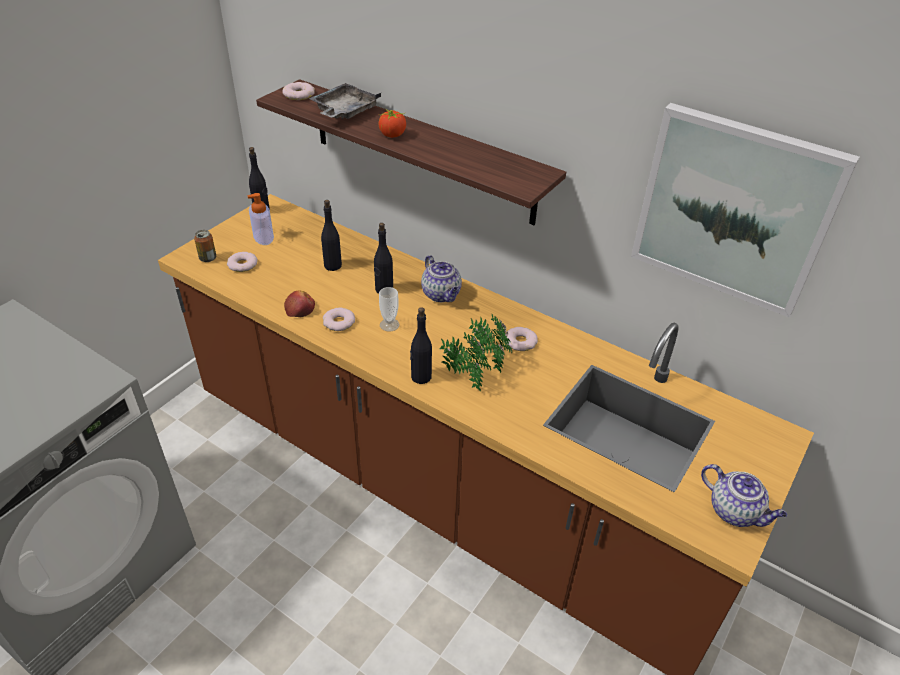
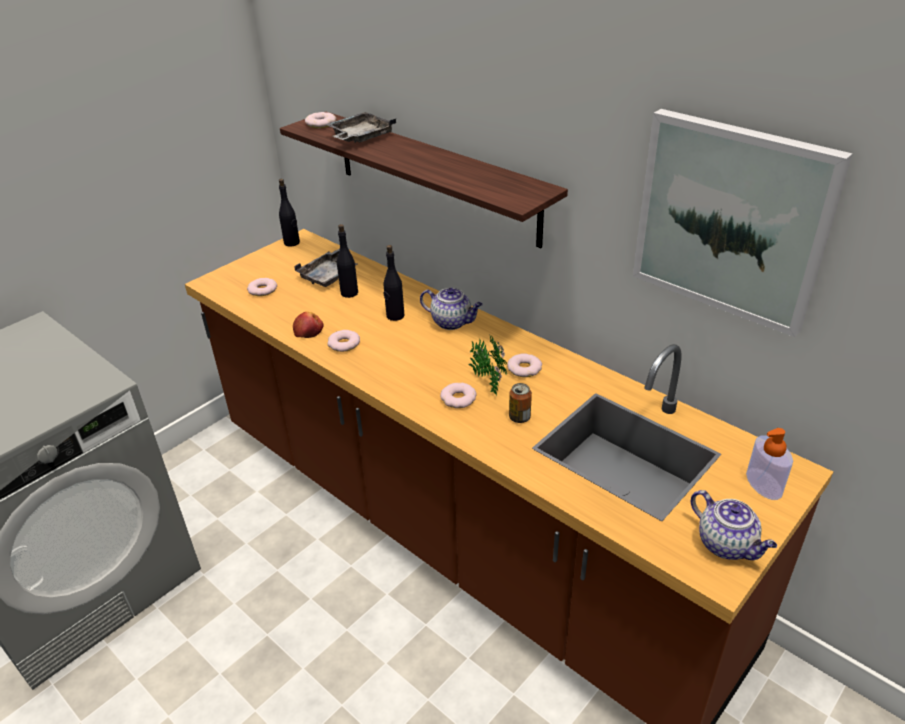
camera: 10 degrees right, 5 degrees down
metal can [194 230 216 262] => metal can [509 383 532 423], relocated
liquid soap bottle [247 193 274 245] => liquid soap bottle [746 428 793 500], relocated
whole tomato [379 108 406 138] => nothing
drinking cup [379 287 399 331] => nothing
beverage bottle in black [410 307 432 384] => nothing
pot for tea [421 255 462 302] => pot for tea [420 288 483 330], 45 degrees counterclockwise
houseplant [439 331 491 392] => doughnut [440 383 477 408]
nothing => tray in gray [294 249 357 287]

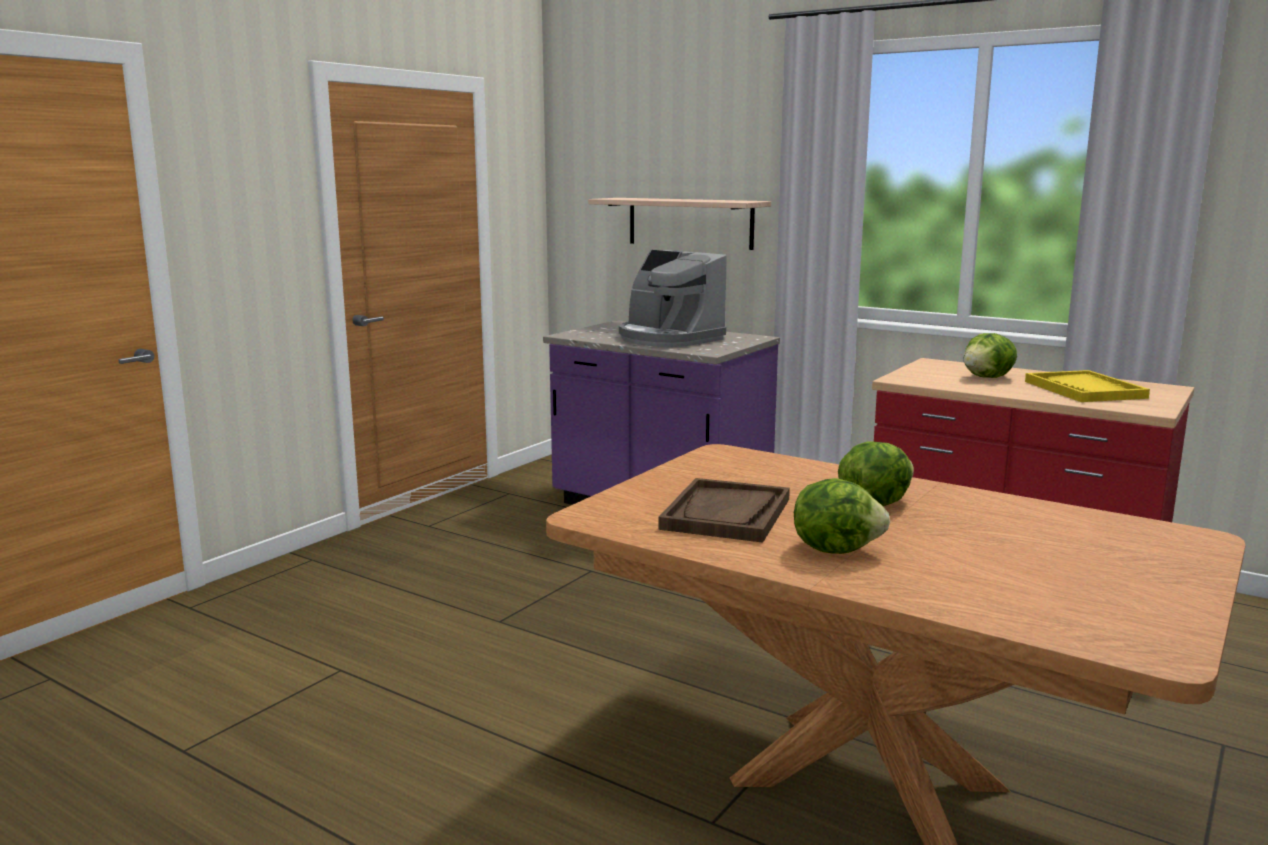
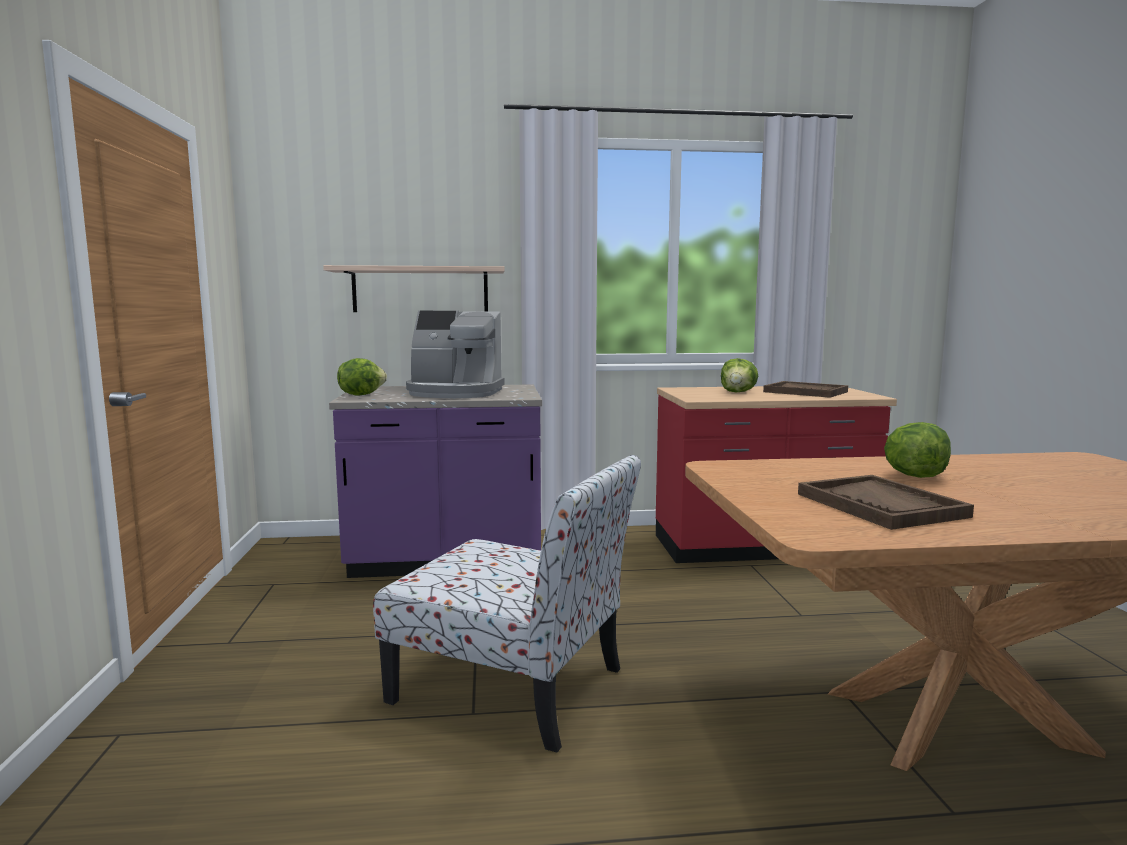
camera: 40 degrees left, 5 degrees down
lettuce [794 478 890 554] => lettuce [337 358 387 395], relocated
tray in yellow-coloured [1025 370 1150 402] => tray in brown-coloured [763 381 848 398]
nothing => chair [373 455 641 753]

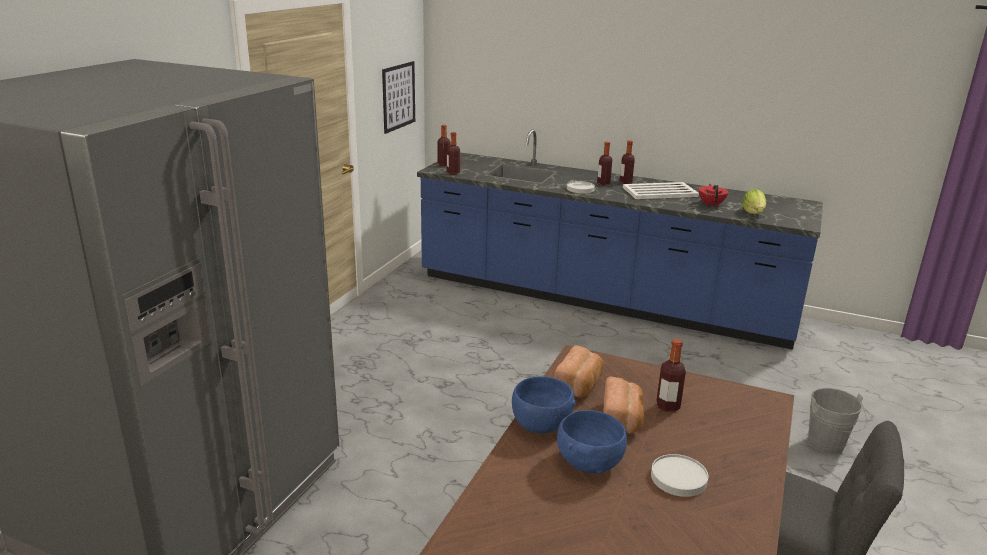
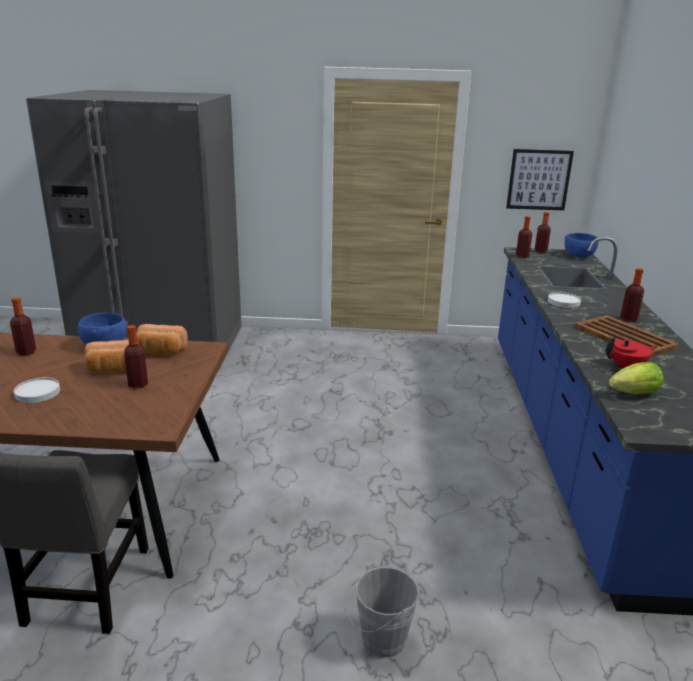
camera: 70 degrees right, 0 degrees up
serving bowl in blue-coloured [557 410 627 474] => serving bowl in blue-coloured [565 233 598 258], relocated
beverage bottle [597 142 612 186] => beverage bottle [10 297 36 355], relocated
tray in whitish [623 182 699 199] => tray in brown-coloured [575 315 679 358]

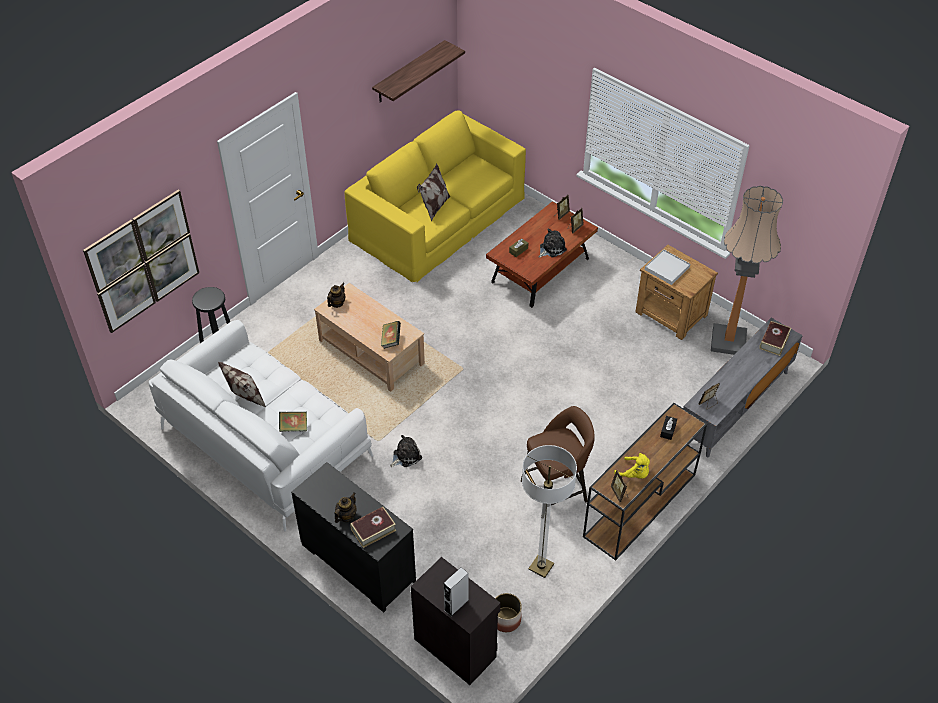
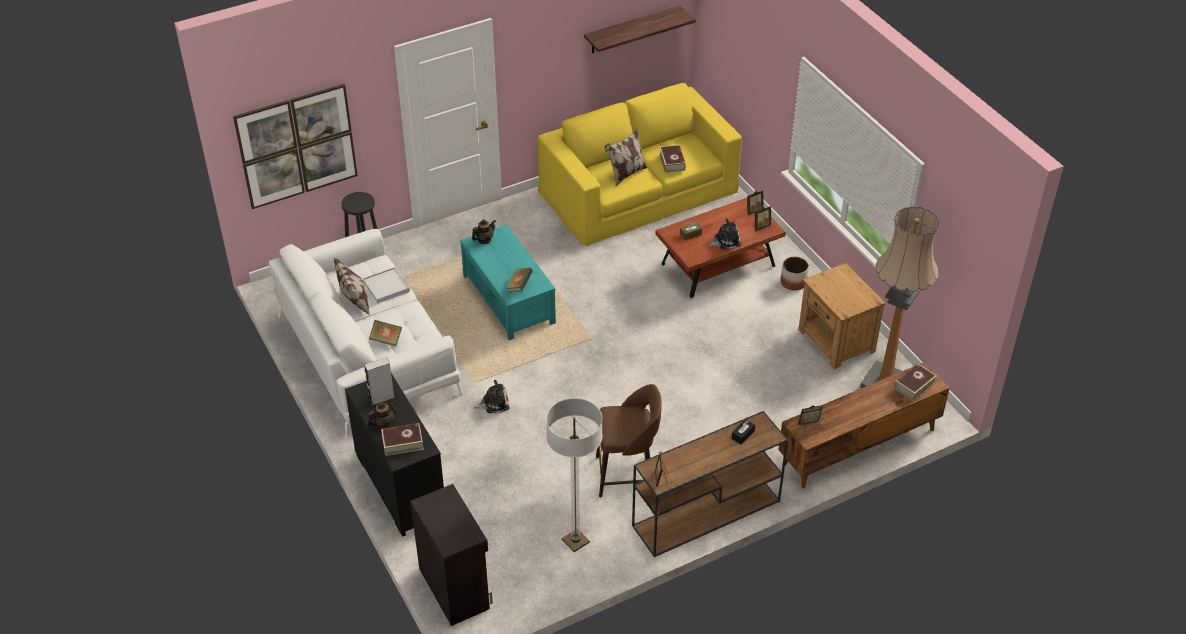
camera: 20 degrees right, 5 degrees down
coffee table in sand-coloured [314 283 425 392] => coffee table in turquoise-coloured [460 224 556 340]
loudspeaker in gray [444 567 469 617] => loudspeaker in gray [364 357 395 406], relocated
flower pot [495 593 522 632] => flower pot [781 257 809 290], relocated
cuddly toy in yellow-coloured [614 453 650 479] => nothing
tray in whitish [645 249 690 285] => tray in whitish [363 267 410 303], relocated
media console in gray [683 318 803 457] => media console in brown-coloured [779 362 949 489]
nothing => bound book [659 145 686 173]

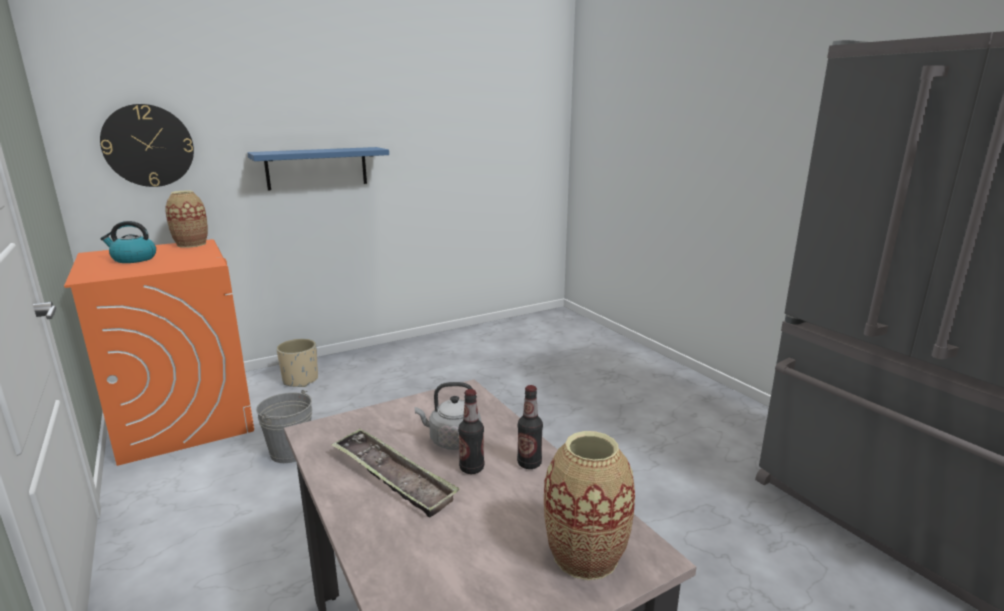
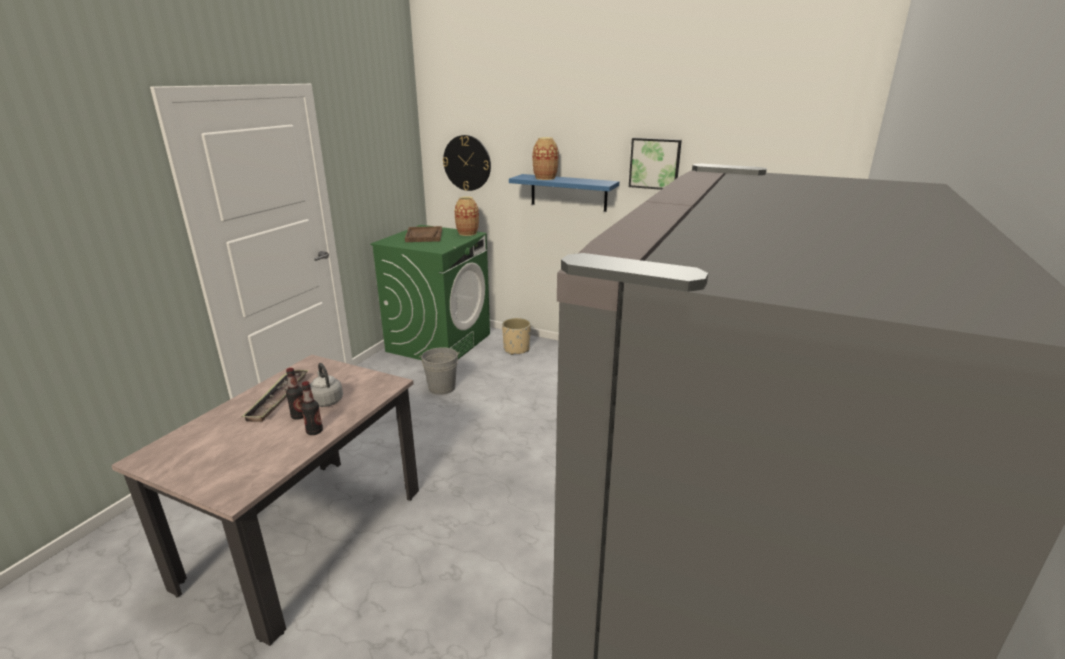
camera: 55 degrees right, 5 degrees up
washing machine in orange [64 239 254 466] => washing machine in greenish [370 225 490 360]
tea kettle [100 221 156 263] => tray in brown-coloured [405 226 442 242]
decorative vase [544 431 635 580] => decorative vase [533 137 559 180], relocated
nothing => picture [629 138 682 190]

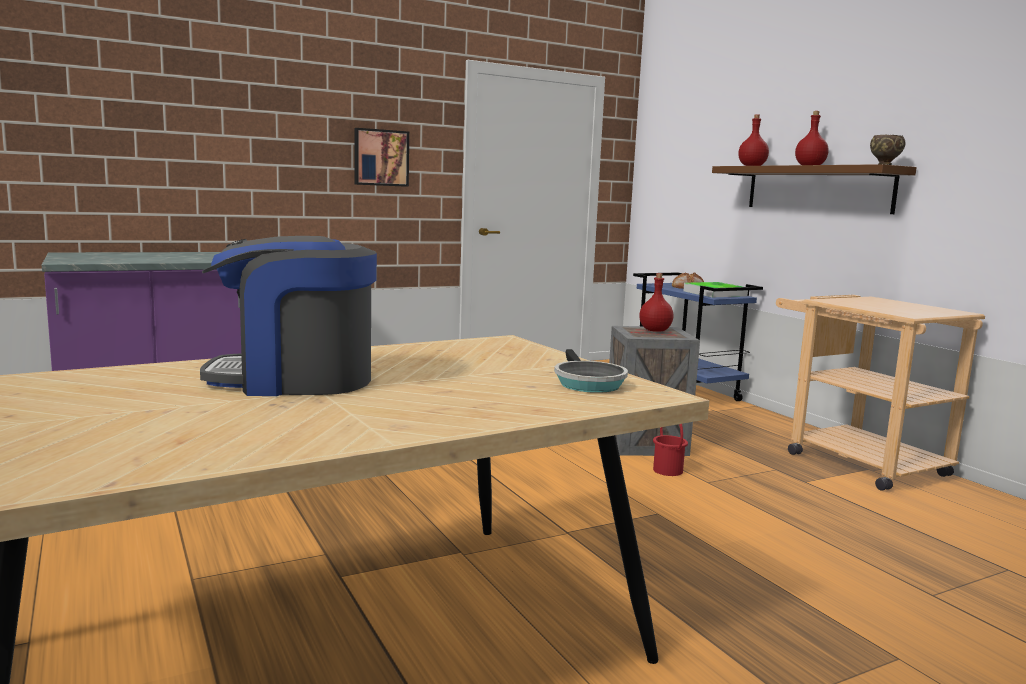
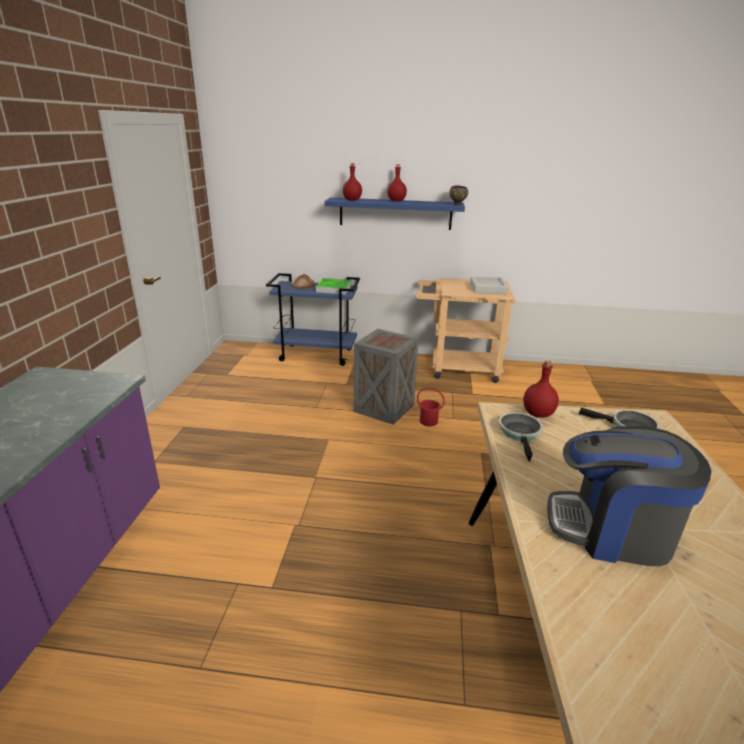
camera: 55 degrees left, 15 degrees up
coffee machine [200 236 377 396] => coffee machine [547 426 711 566], 75 degrees clockwise
picture [354 128 409 187] => nothing
beverage bottle in red [639 273 673 332] => beverage bottle in red [523 360 559 418], relocated
shelf in brown-coloured [712 164 917 214] => shelf in blue-coloured [324 197 465 230]
nothing => tray in gray [470 277 508 294]
nothing => pan [499 412 543 462]

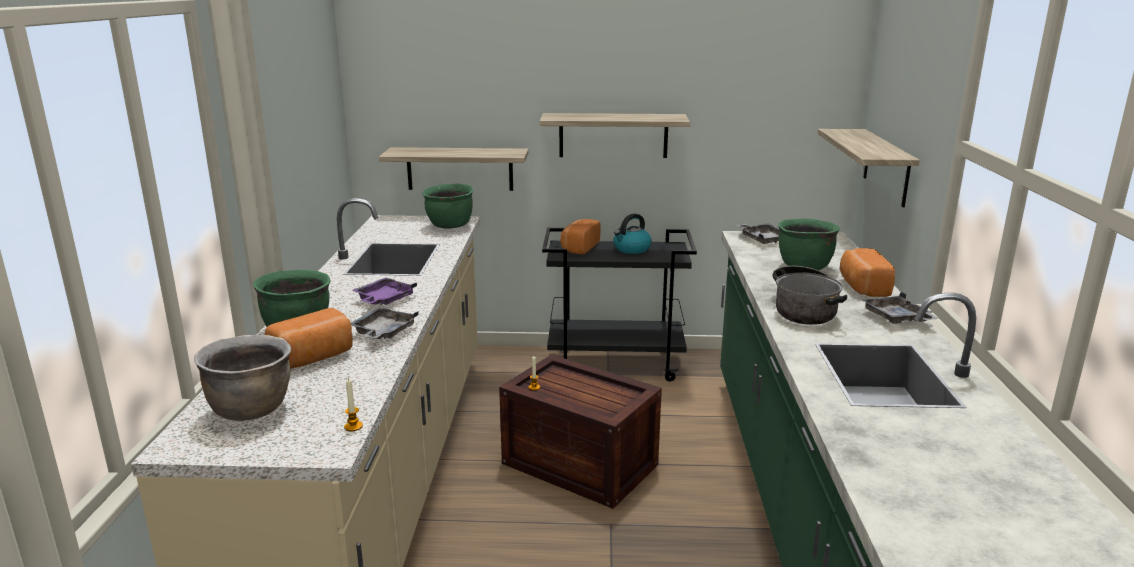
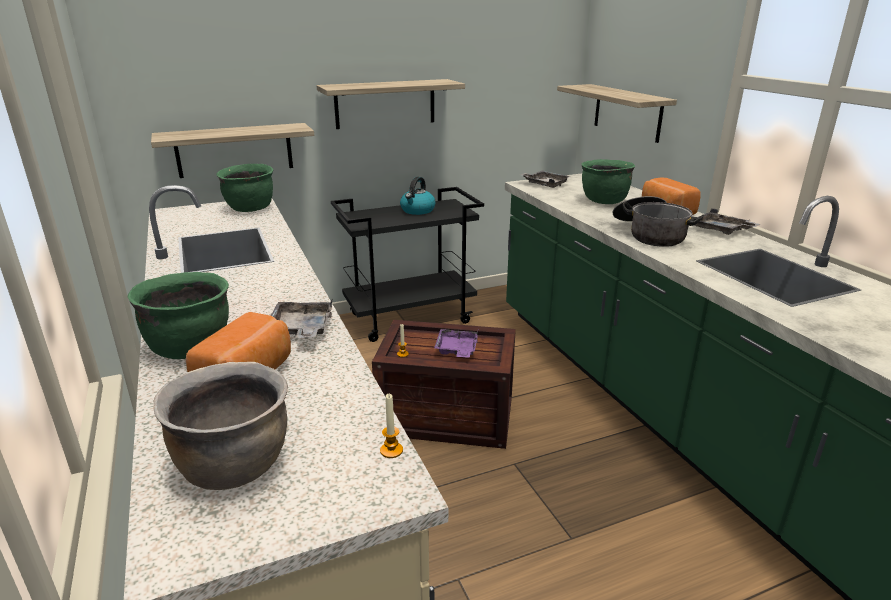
camera: 25 degrees left, 5 degrees up
tray in purplish [352 278 417 305] => tray in purplish [434 329 478 358], relocated
baked bread [560 219 600 254] => nothing

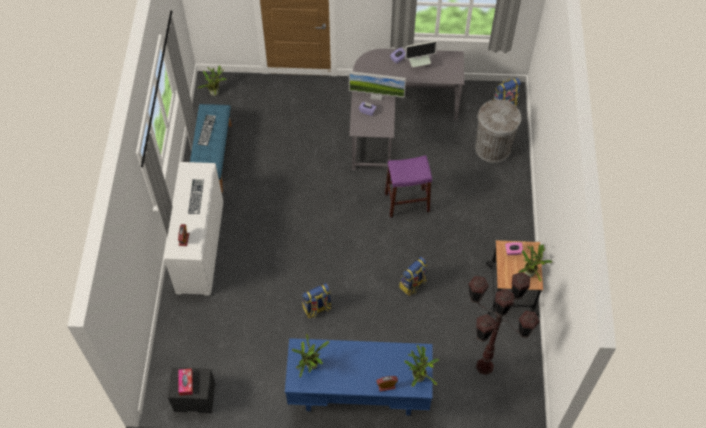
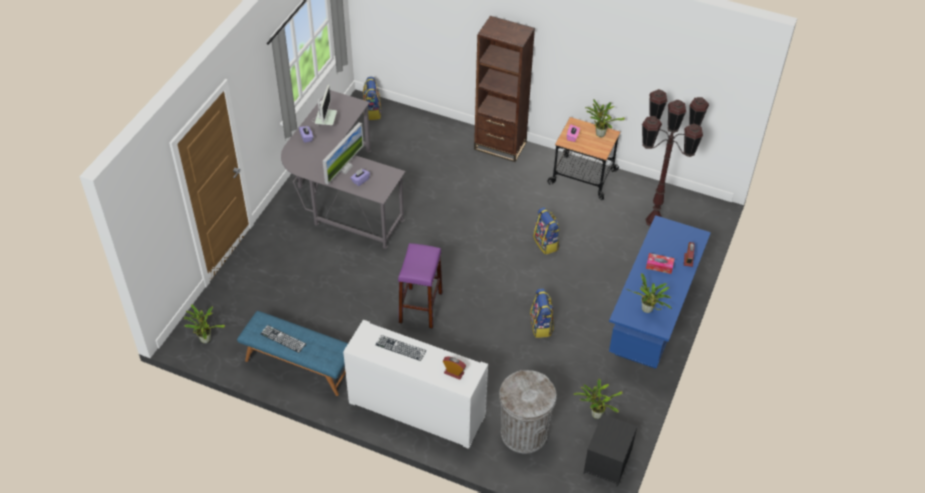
camera: 70 degrees left, 10 degrees down
box of tissues [179 369 193 396] => box of tissues [646 253 675 274], relocated
stool seat in purplish [385 155 432 218] => stool seat in purplish [398 243 443 329], relocated
houseplant [405 345 439 387] => houseplant [573 378 623 419], relocated
trash can in gray [475 99 521 163] => trash can in gray [499 370 557 453], relocated
nothing => bookshelf in brown-coloured [474 16 535 162]

